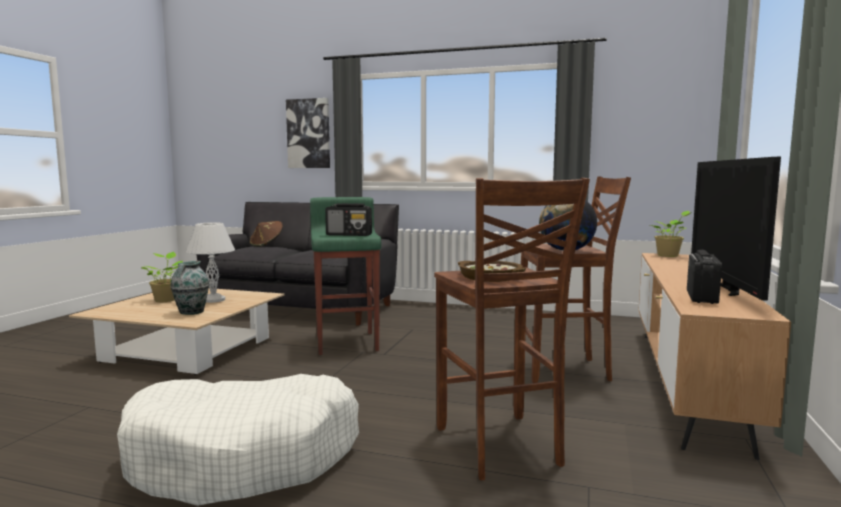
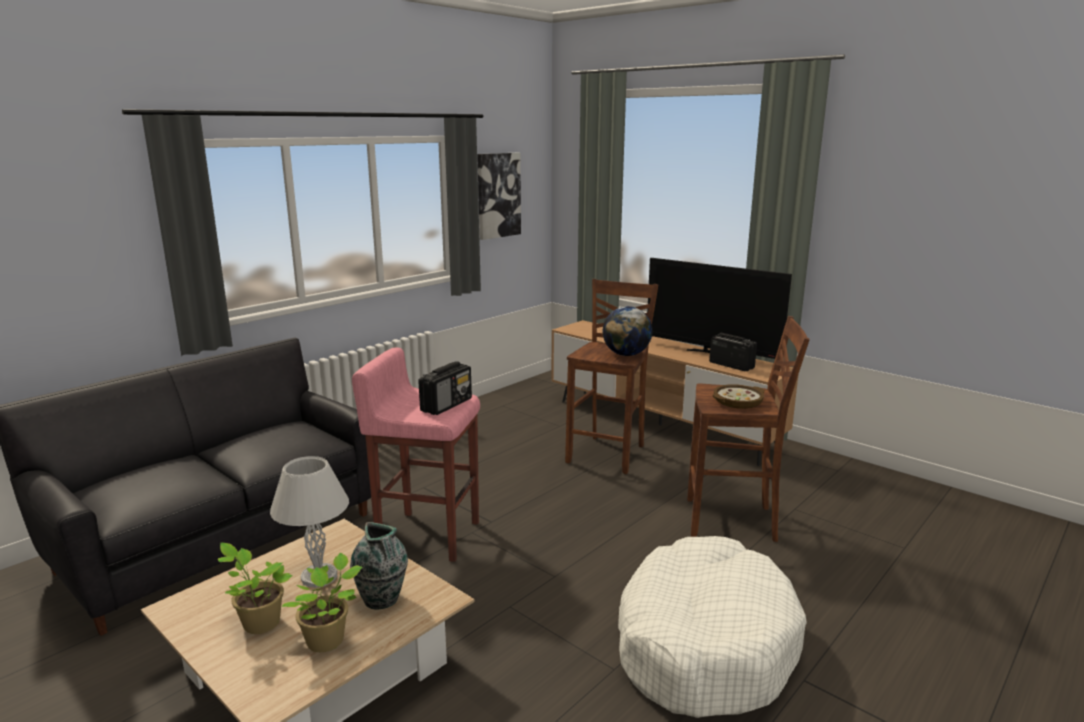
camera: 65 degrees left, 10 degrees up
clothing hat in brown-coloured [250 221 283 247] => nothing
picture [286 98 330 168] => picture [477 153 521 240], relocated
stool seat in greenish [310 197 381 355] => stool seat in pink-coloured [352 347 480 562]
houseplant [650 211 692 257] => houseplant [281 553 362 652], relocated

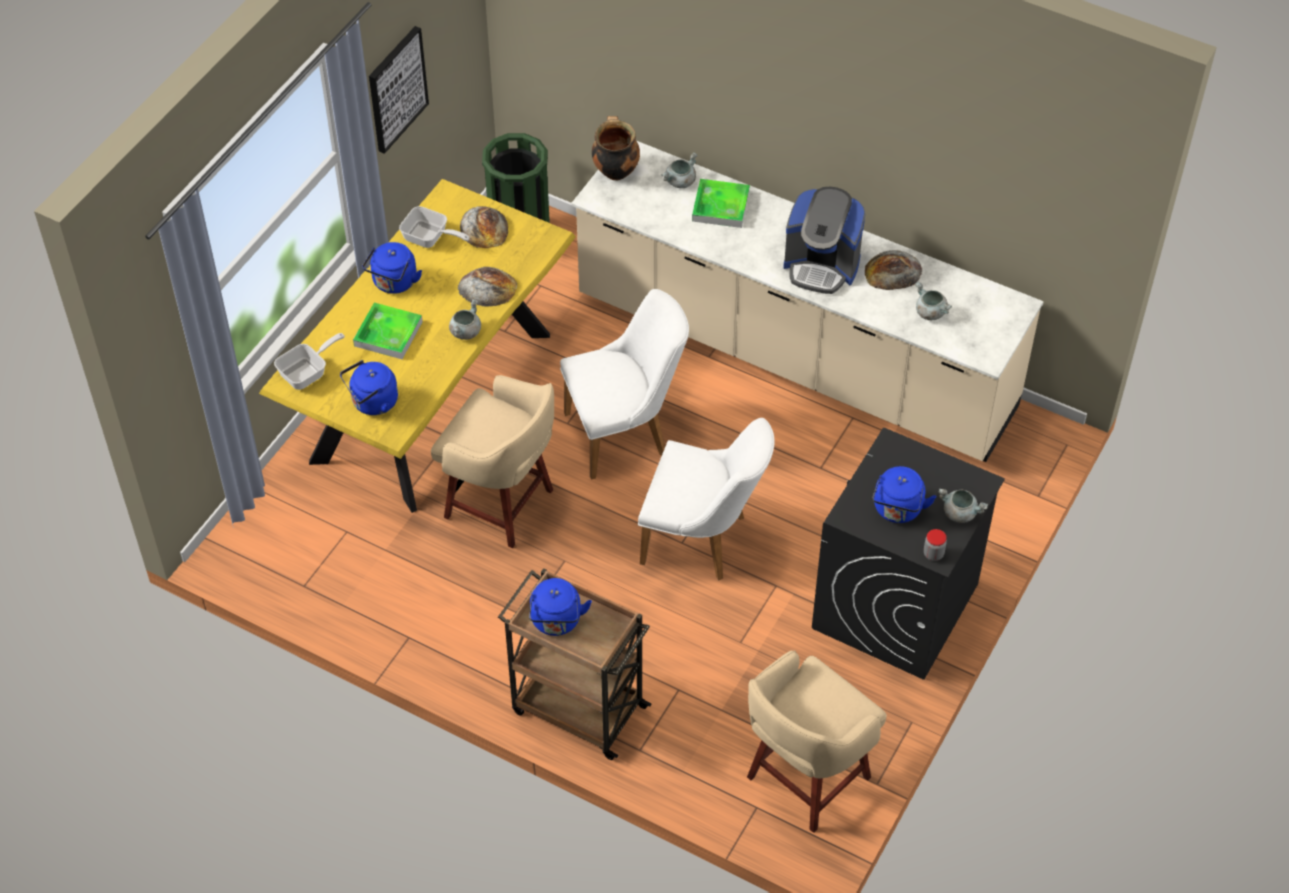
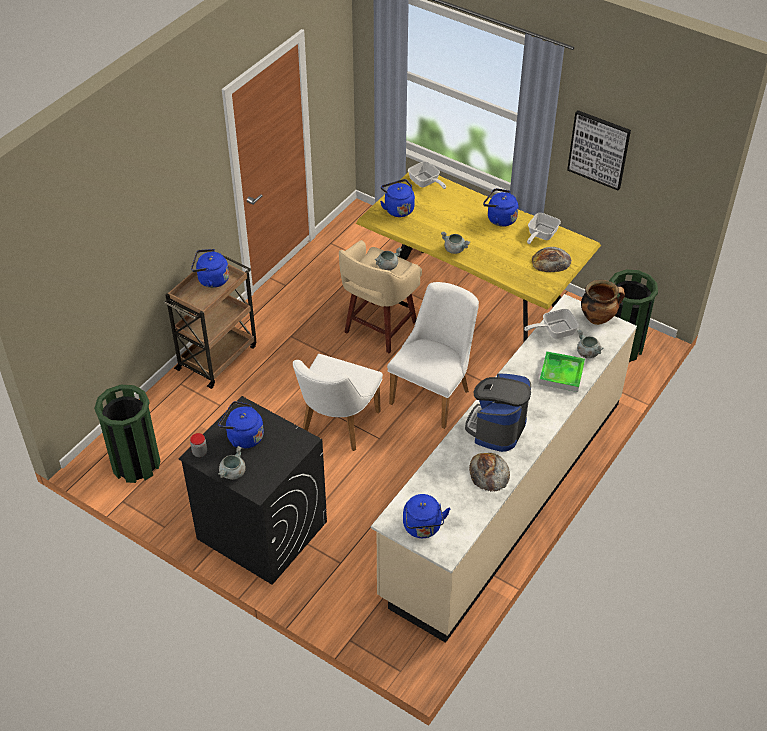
camera: 95 degrees right, 5 degrees down
tray [353 303 423 359] => nothing
baked bread [458 267 517 307] => nothing
chair in whitish [560 289 689 480] => chair in whitish [387 282 479 429], 135 degrees counterclockwise
stool seat in sand-coloured [747 650 887 833] => trash can in greenish [94 385 161 483]
stockpot in gray [915 282 952 320] => stockpot in gray [375 247 402 271], relocated
nothing => tea kettle in blue-coloured [403 494 450 538]
nothing => pan [524 308 579 339]

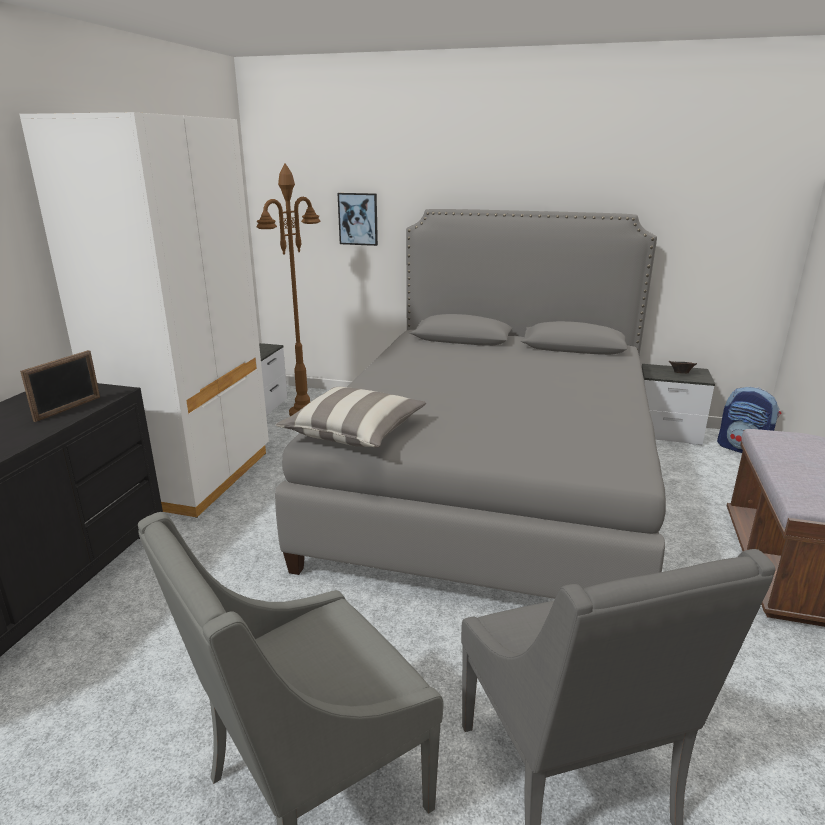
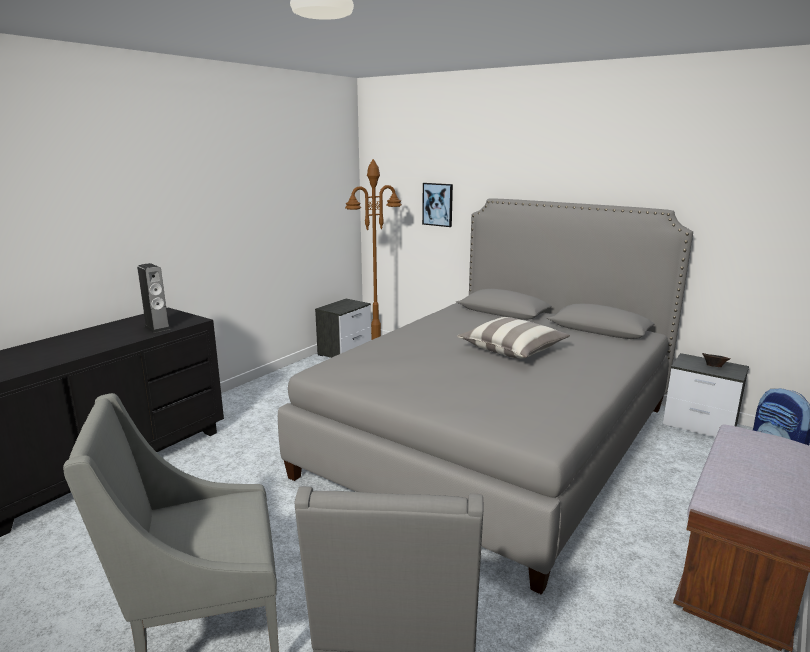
camera: 20 degrees right, 5 degrees down
armoire in whitish [20 112 269 518] => nothing
standing frame [20 350 100 422] => loudspeaker [137 263 170 333]
pillow [276 387 426 447] => pillow [457 317 570 359], relocated

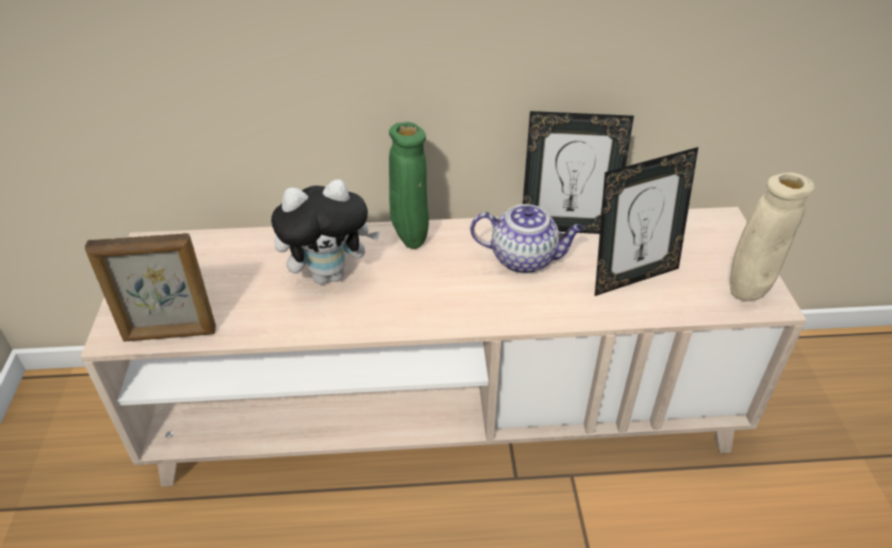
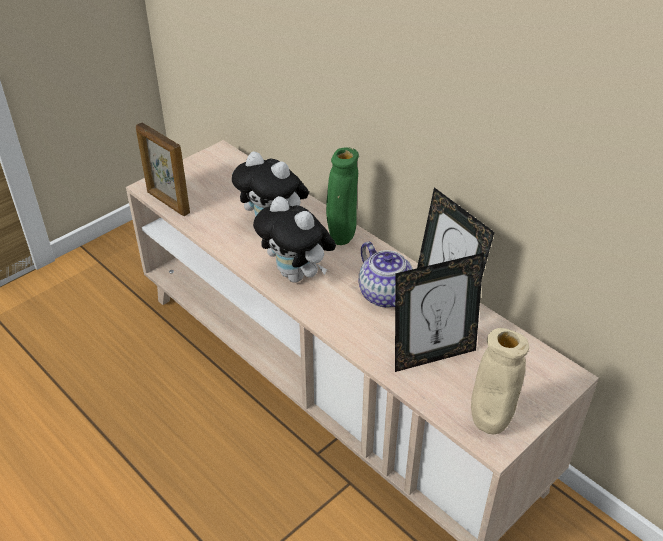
camera: 50 degrees right, 0 degrees up
standing frame [595 147 698 296] => standing frame [395 253 484 372], 45 degrees counterclockwise
nothing => cuddly toy [253 196 336 283]

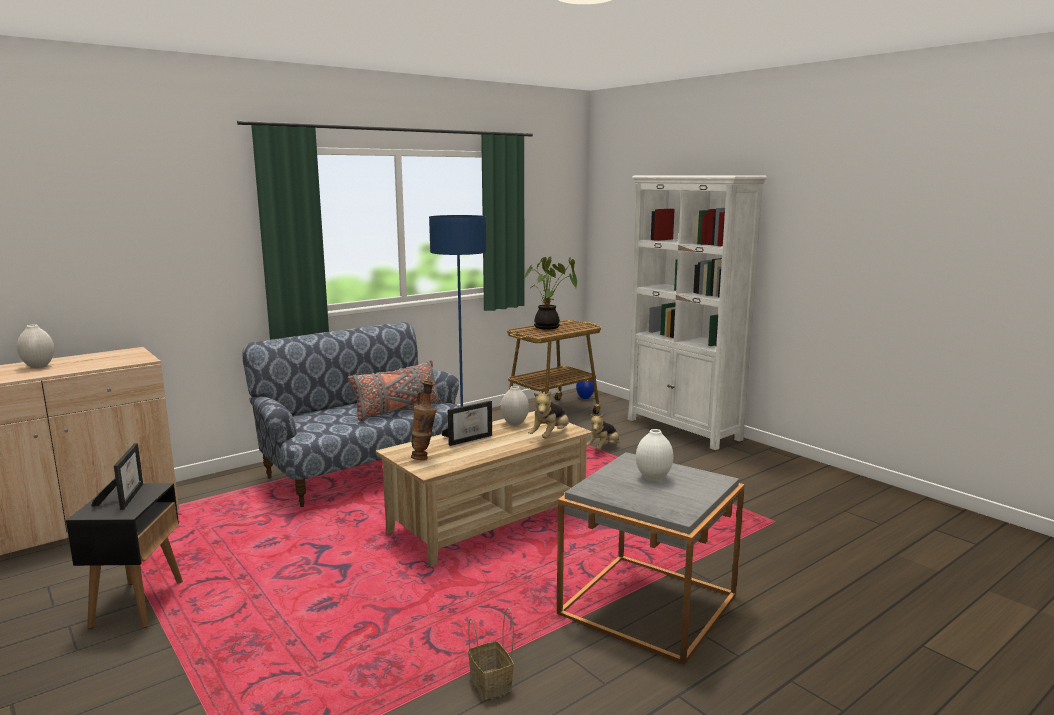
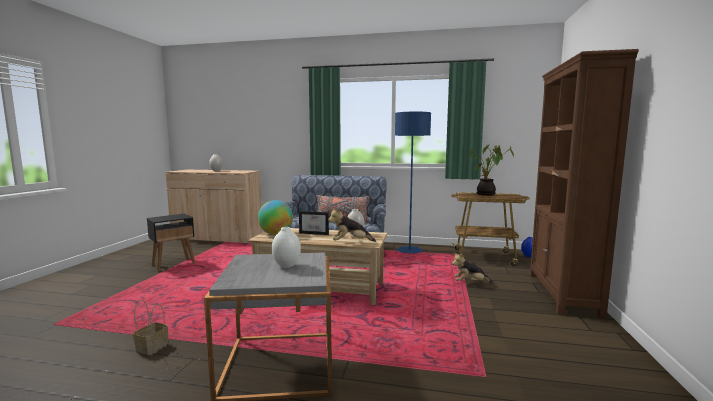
camera: 50 degrees right, 5 degrees down
standing frame [91 443 143 510] => nothing
decorative vase [411 381 437 460] => globe [258 200 293 235]
bookshelf in whitish [628 175 767 450] => bookshelf in brown-coloured [530 49 639 318]

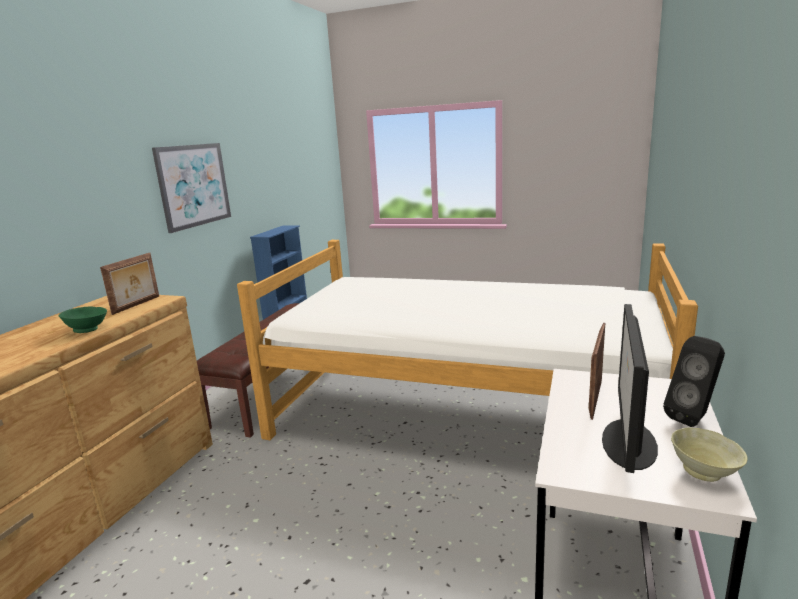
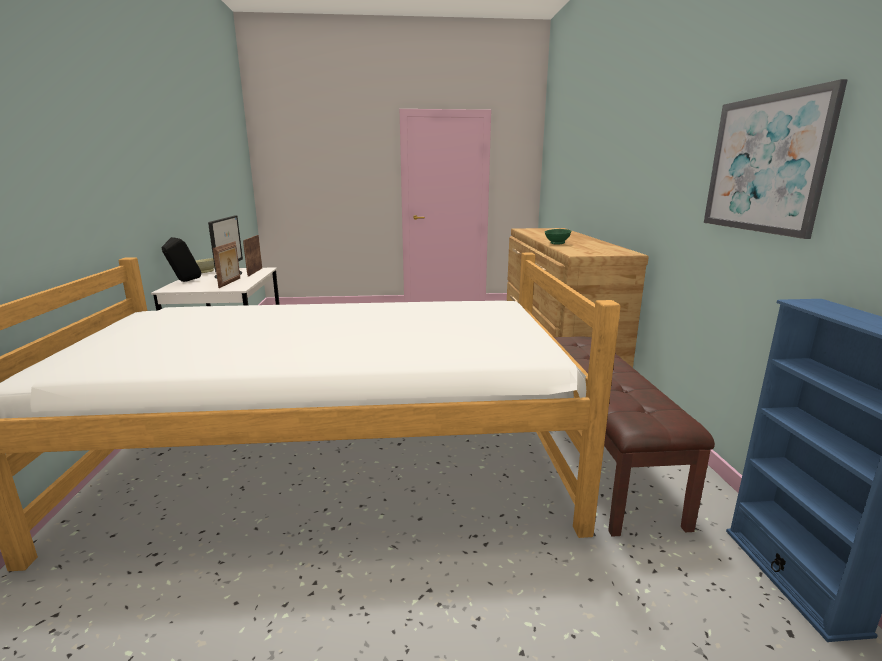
camera: 155 degrees right, 0 degrees up
standing frame [100 253 159 315] => standing frame [243 235 262 277], relocated

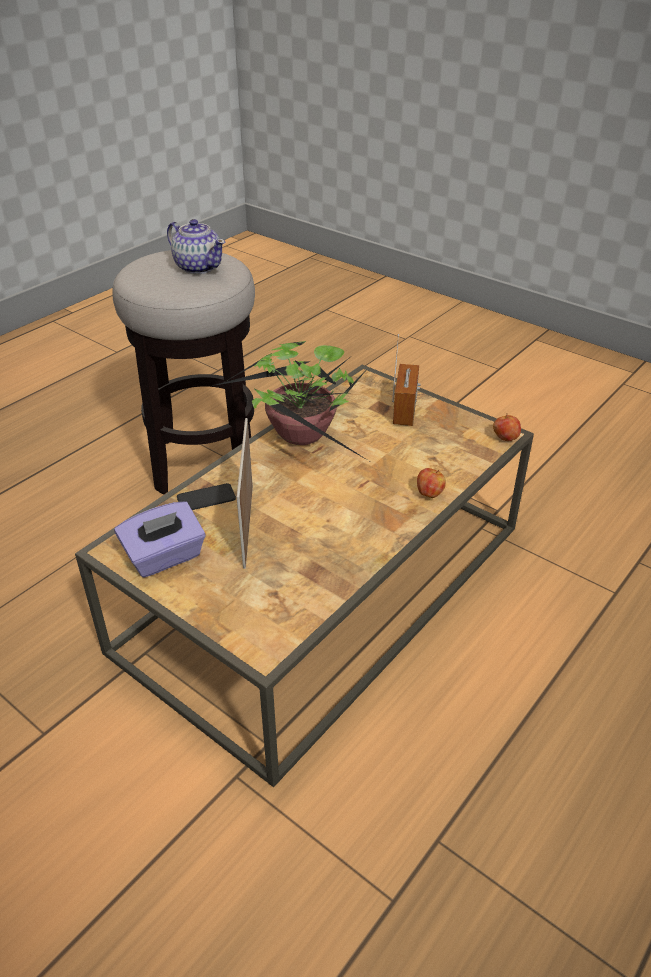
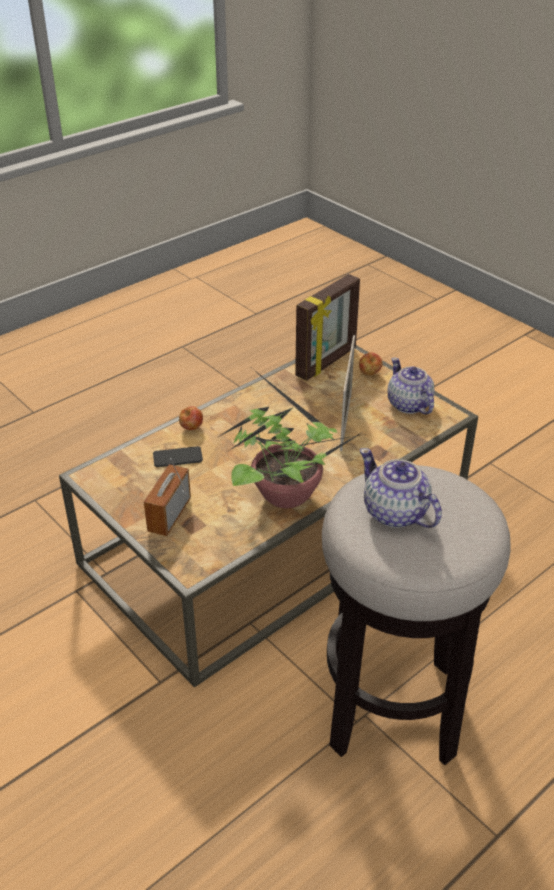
camera: 170 degrees left, 0 degrees up
box of tissues in purplish [114 501 205 578] => pot for tea [388 358 434 415]
telephone [177 483 236 510] => telephone [153 446 203 467], relocated
apple [493 413 521 441] => apple [359 352 383 375], relocated
nothing => standing frame [295 274 360 381]

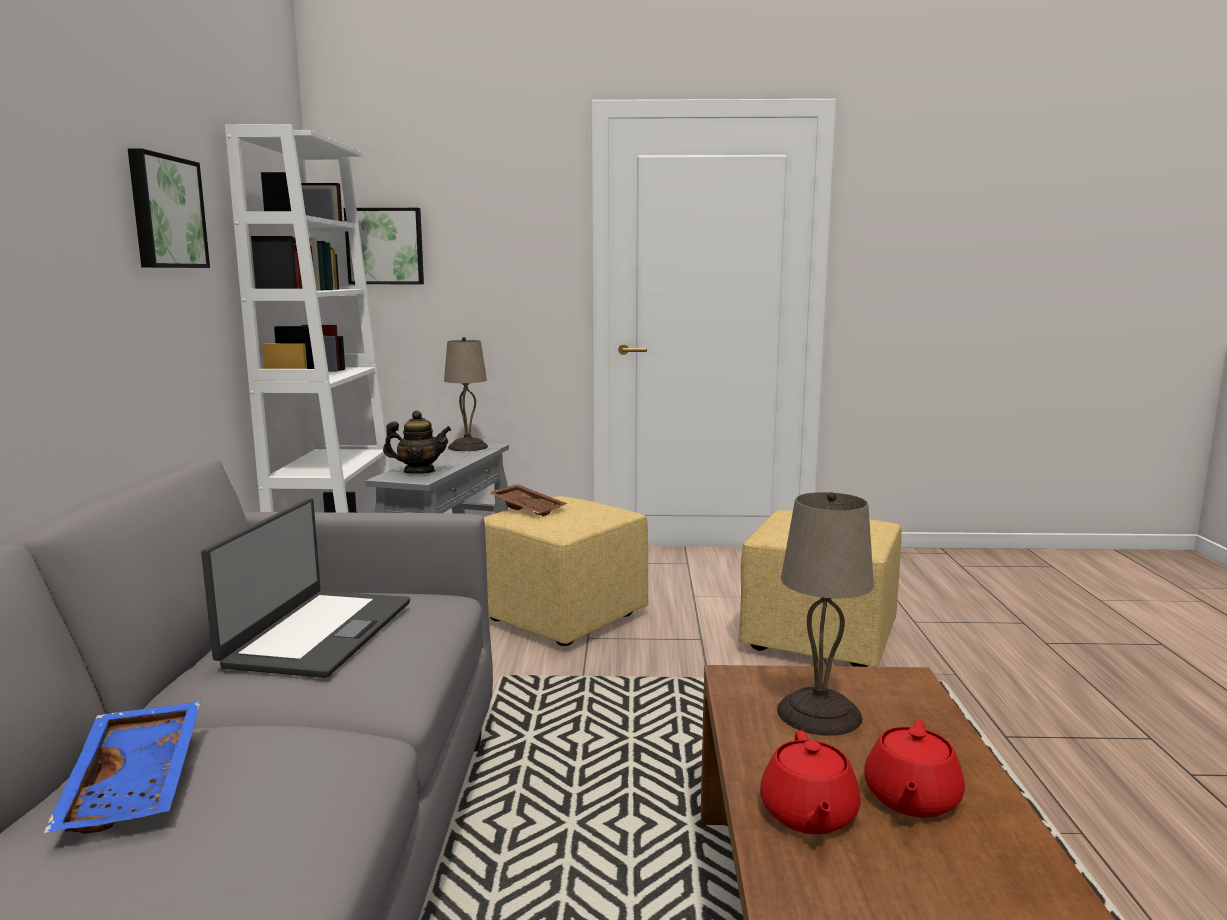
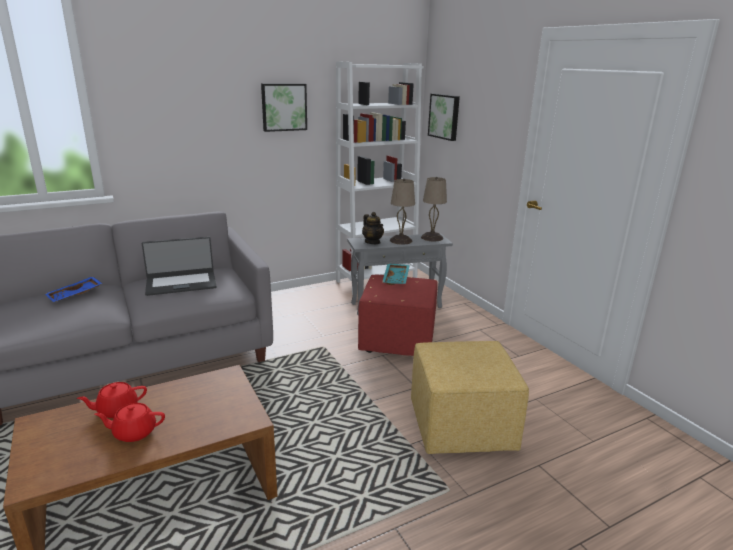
camera: 60 degrees right, 10 degrees up
pouffe in yellow-coloured [484 496 648 646] => pouffe in red [358 275 438 356]
tray in brown-coloured [488 484 568 516] => tray in turquoise-coloured [382 263 410 285]
lamp for a table in sand-coloured [777 492 874 736] => lamp for a table in sand-coloured [390 179 415 245], relocated

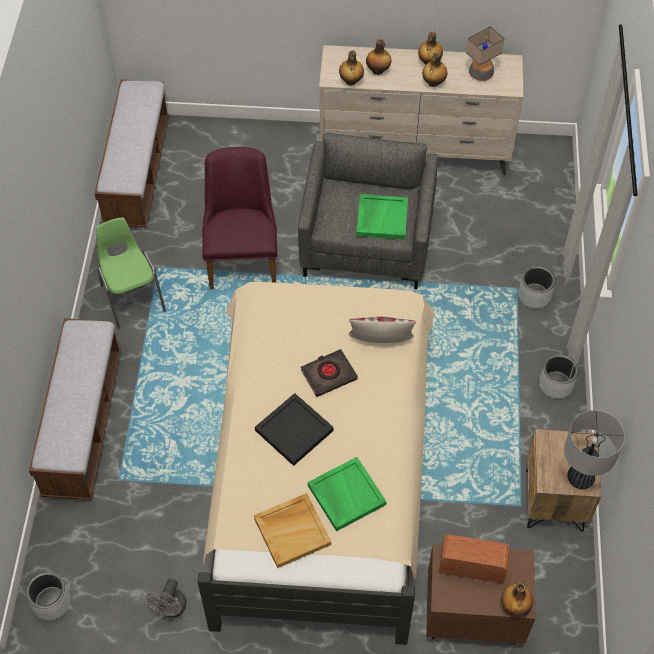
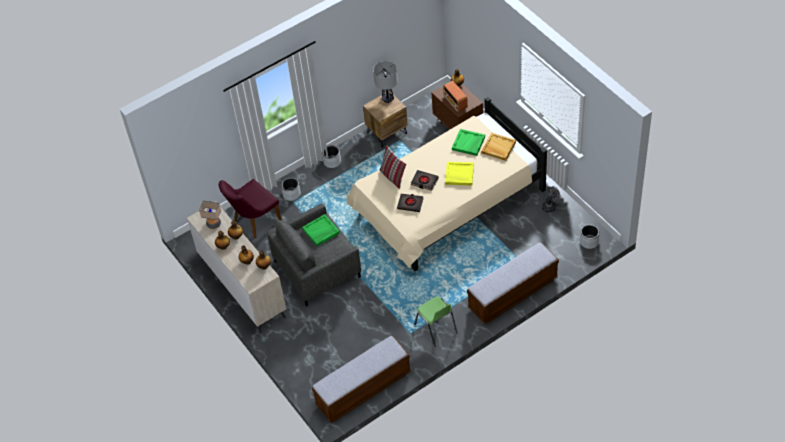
camera: 125 degrees left, 5 degrees down
chair in greenish [96 217 166 329] => chair in greenish [414 297 457 347], 60 degrees counterclockwise
chair in purplish [202 147 277 289] => chair in purplish [219 179 282 238], relocated
tray in black [255 393 334 466] => tray in yellow-coloured [445 162 474 185]
nothing => bound book in black [397 194 424 212]

